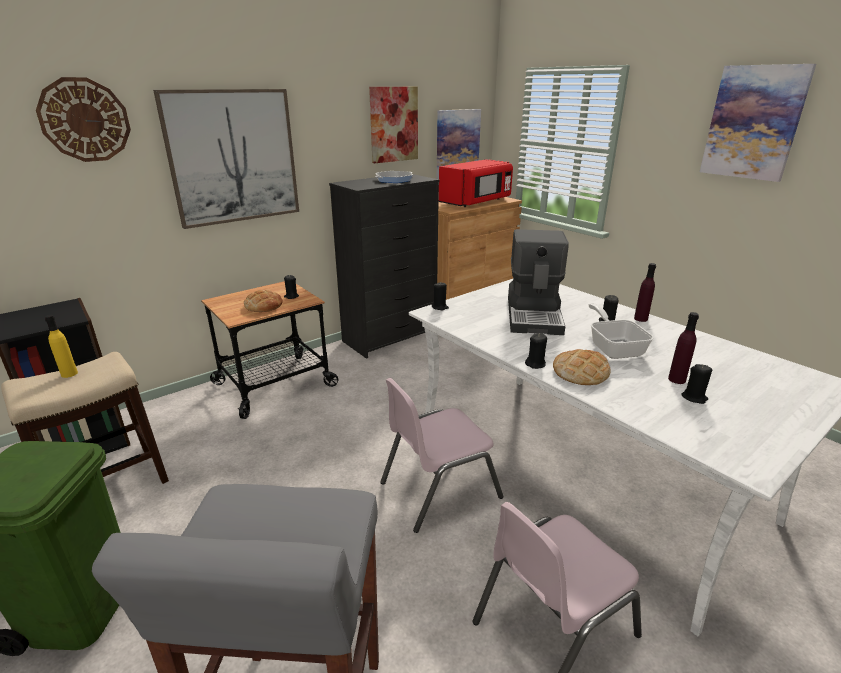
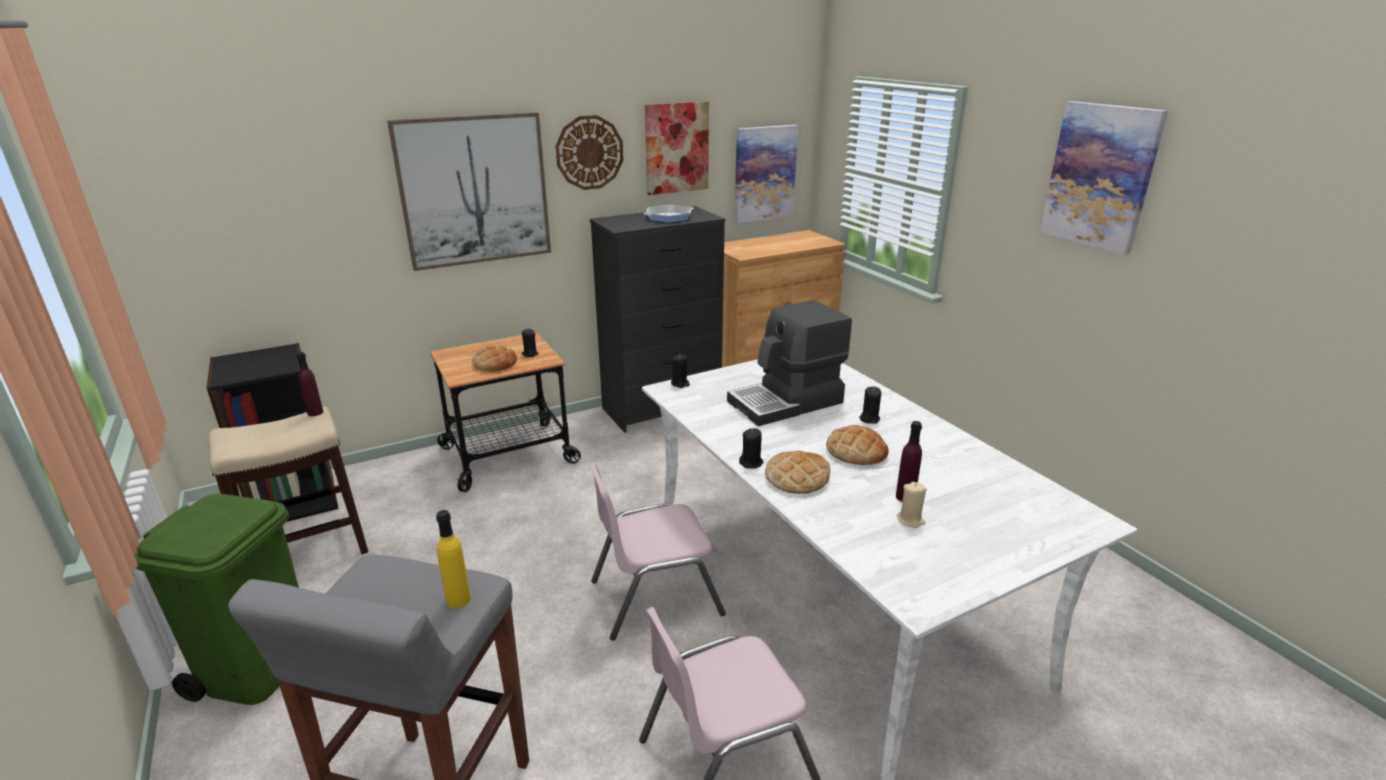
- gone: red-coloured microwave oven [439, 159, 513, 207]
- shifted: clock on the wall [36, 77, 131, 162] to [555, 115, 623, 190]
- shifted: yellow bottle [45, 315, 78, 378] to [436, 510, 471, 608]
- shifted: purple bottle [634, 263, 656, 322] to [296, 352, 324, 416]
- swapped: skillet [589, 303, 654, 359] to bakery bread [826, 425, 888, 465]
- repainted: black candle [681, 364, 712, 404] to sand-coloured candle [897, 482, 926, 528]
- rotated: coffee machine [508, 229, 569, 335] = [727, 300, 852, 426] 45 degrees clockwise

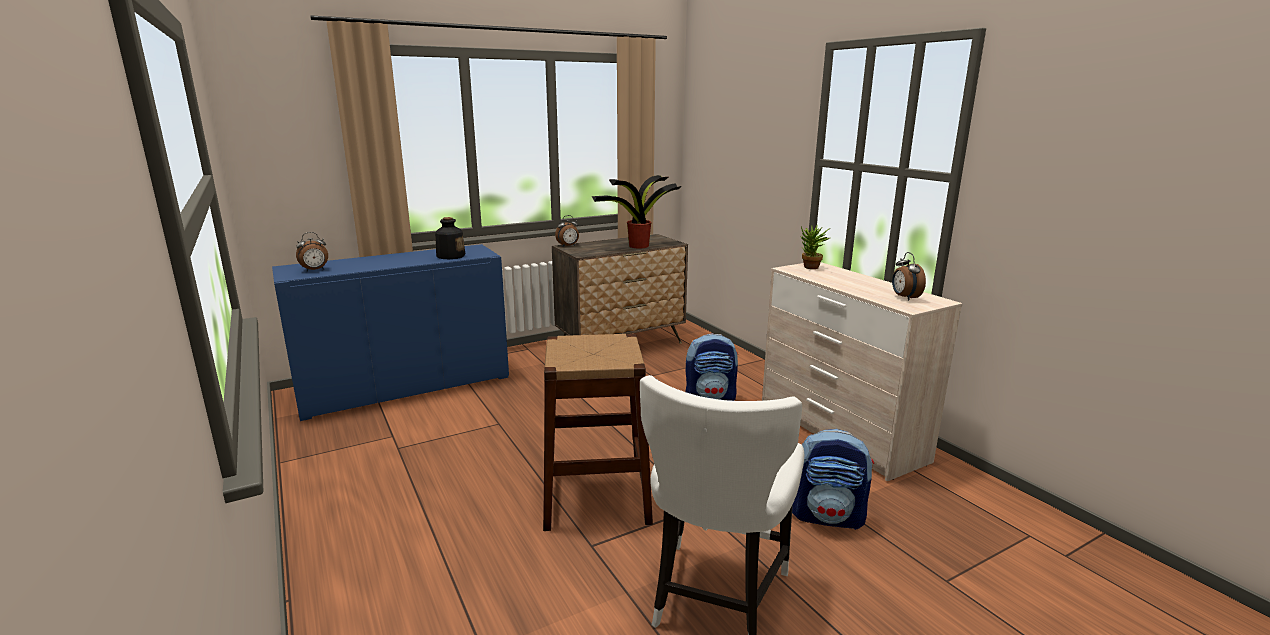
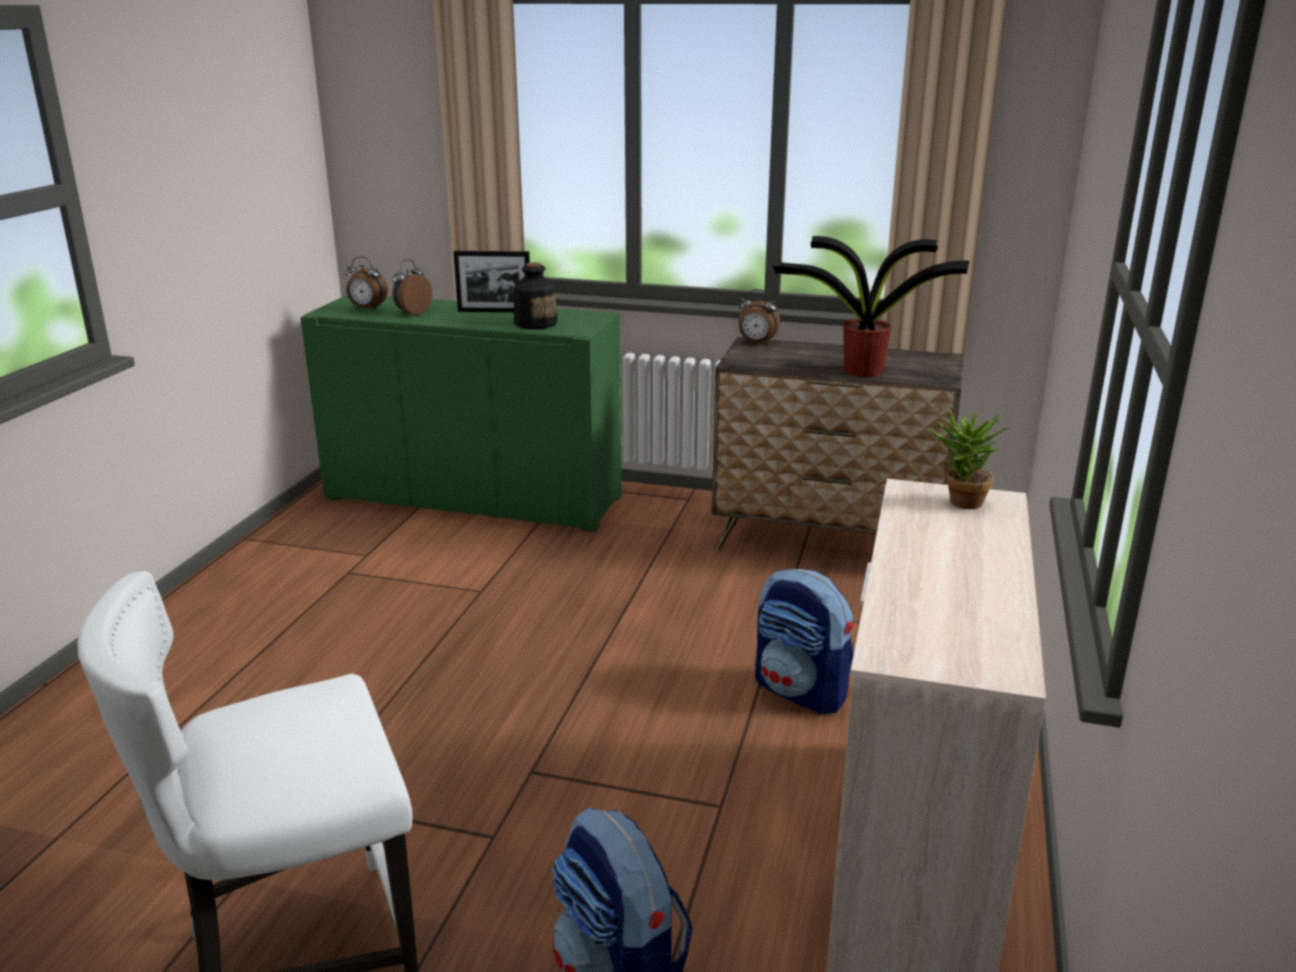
- gone: brownish stool seat [543, 334, 653, 531]
- new: standing frame [454, 251, 530, 312]
- shifted: bedside clock [892, 252, 926, 301] to [392, 259, 432, 315]
- repainted: blue cupboard [272, 244, 509, 421] to green-coloured cupboard [301, 295, 622, 532]

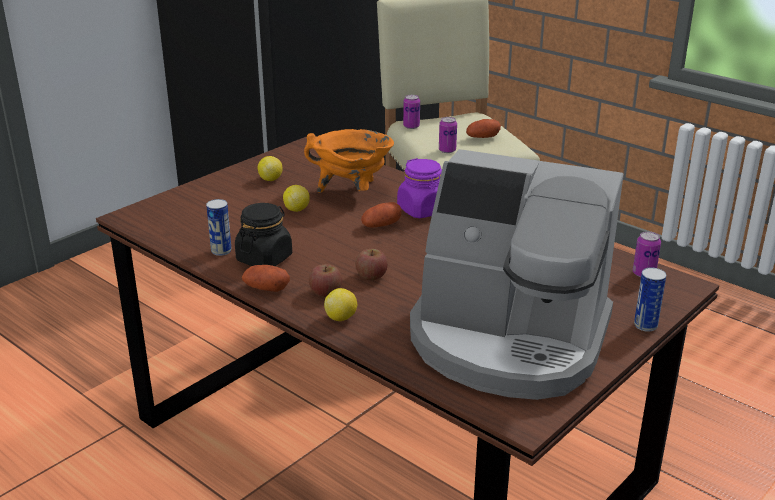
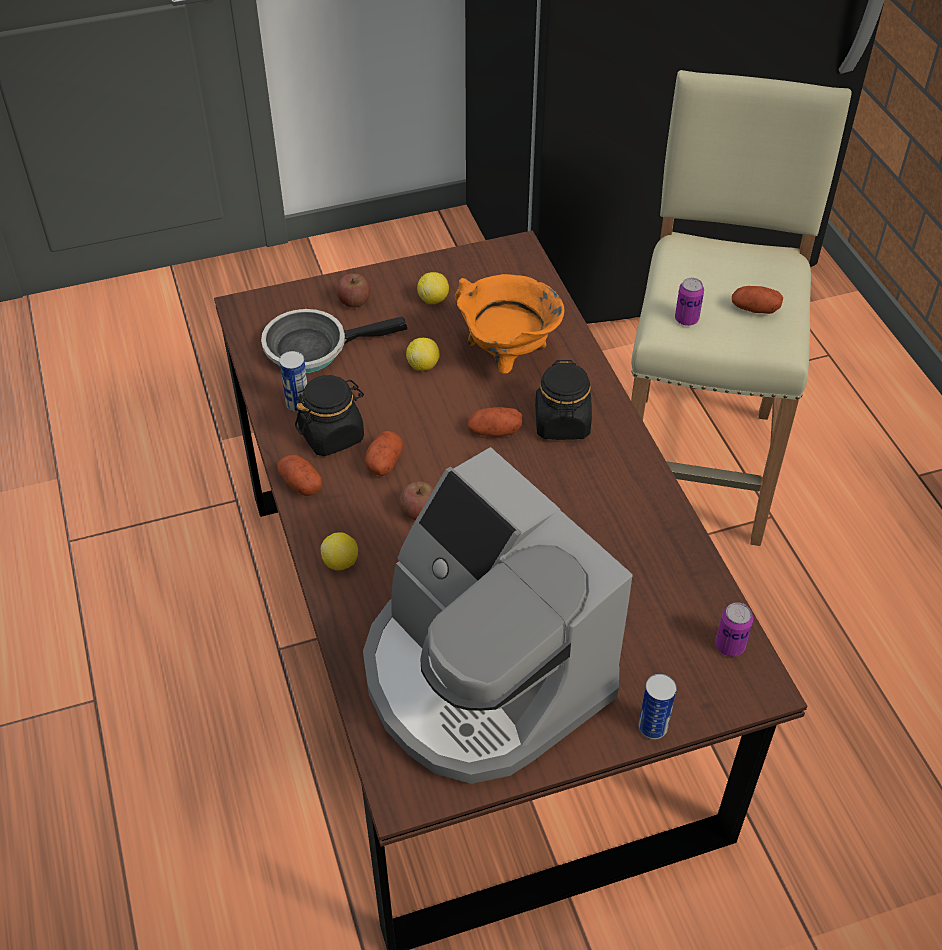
- gone: metal can [403, 95, 420, 129]
- new: skillet [261, 309, 407, 373]
- new: spud [365, 431, 403, 476]
- shifted: whole apple [309, 264, 342, 297] to [337, 273, 370, 308]
- repainted: purple storage jar [397, 158, 442, 218] to black storage jar [535, 360, 592, 440]

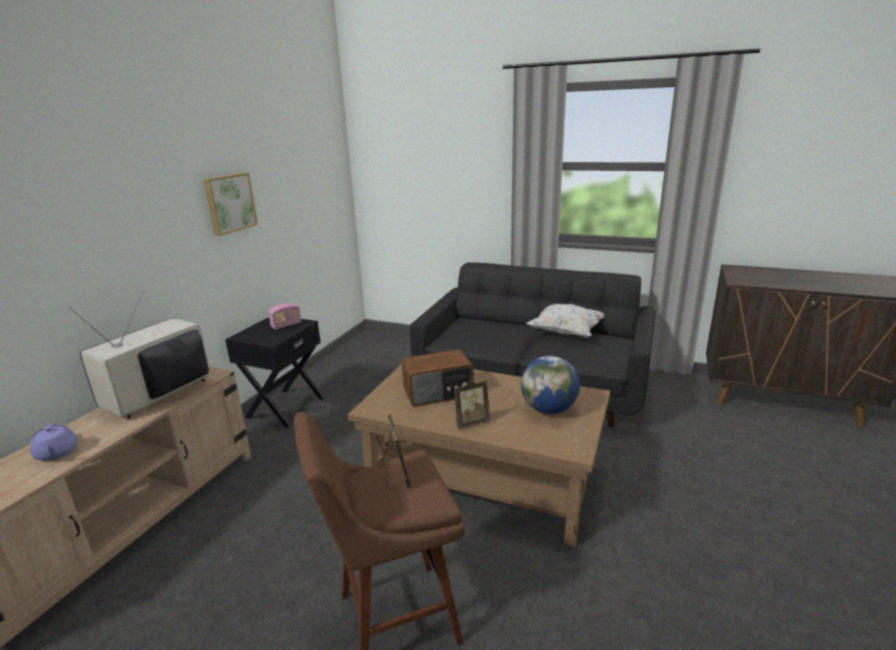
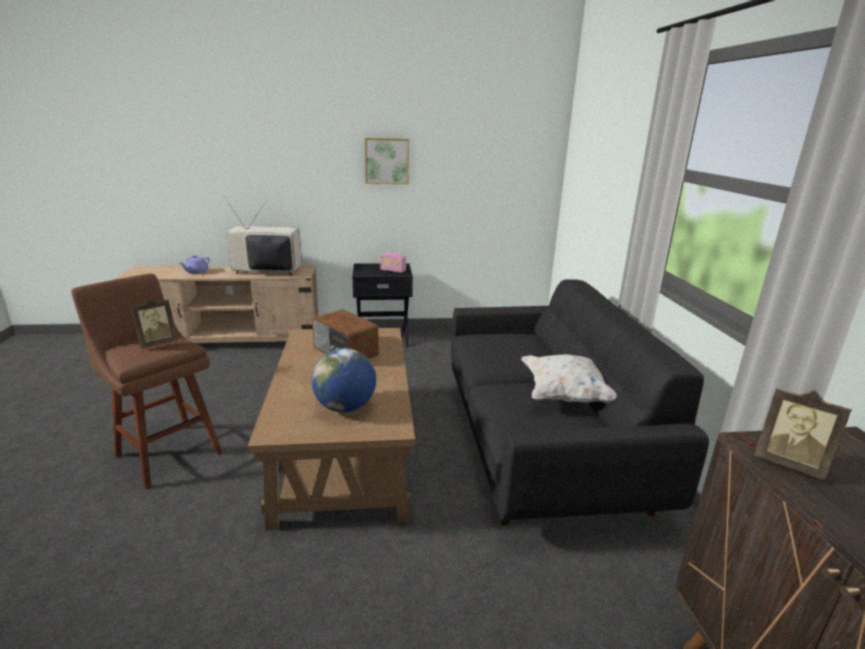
- shifted: standing frame [454, 380, 490, 429] to [754, 388, 852, 480]

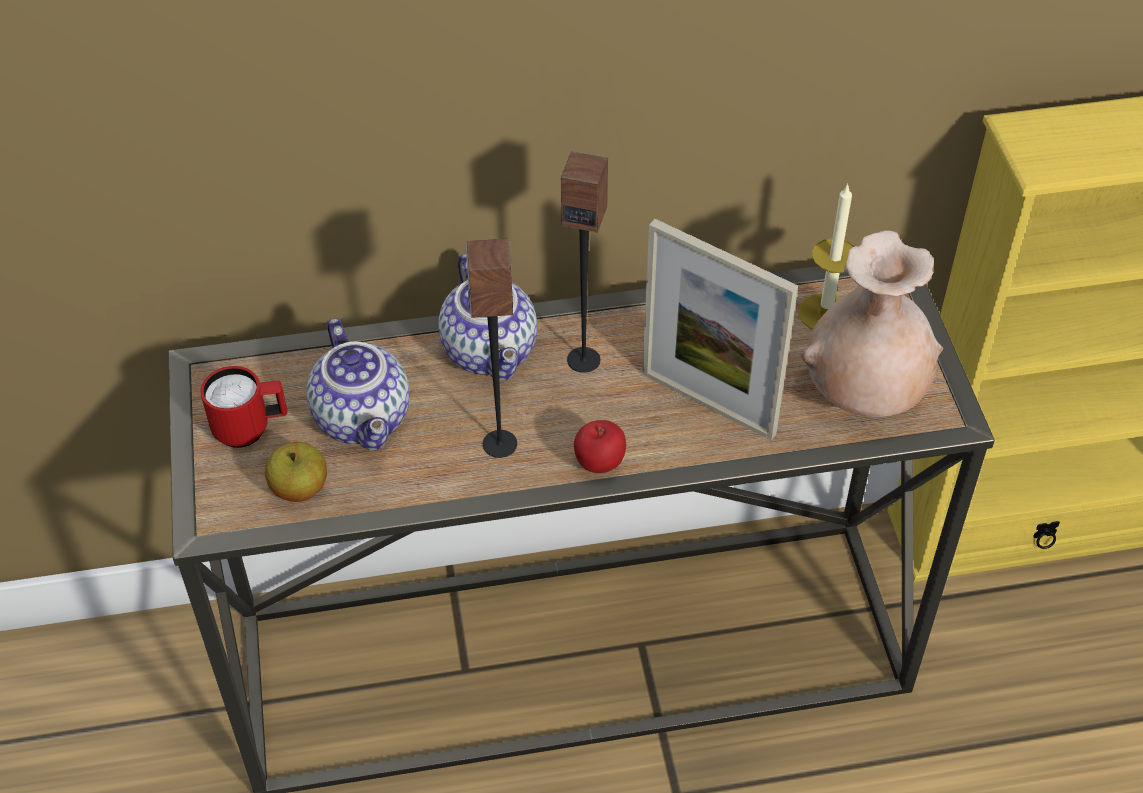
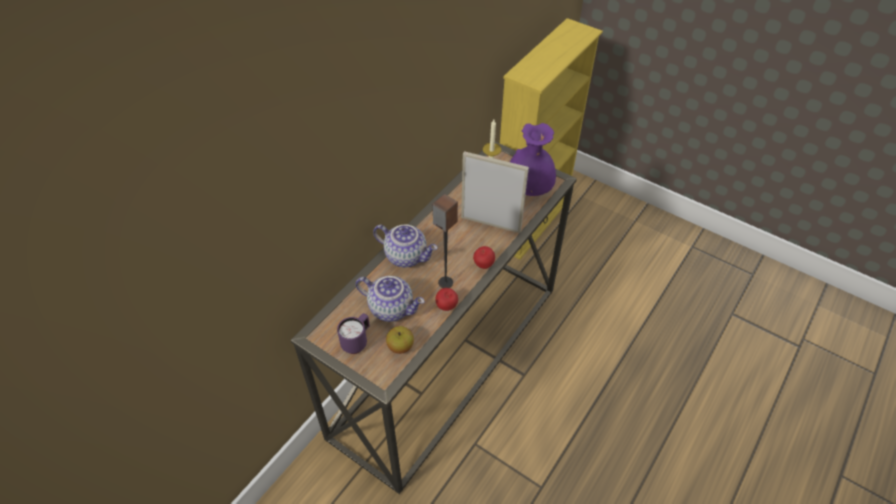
- gone: speaker [561, 151, 608, 373]
- new: whole apple [435, 288, 458, 311]
- repainted: red-coloured mug [200, 366, 287, 448] to purple mug [337, 313, 370, 354]
- repainted: sand-coloured decorative vase [801, 230, 943, 418] to purple decorative vase [510, 123, 556, 196]
- rotated: standing frame [642, 219, 798, 440] = [461, 151, 529, 233] 150 degrees counterclockwise

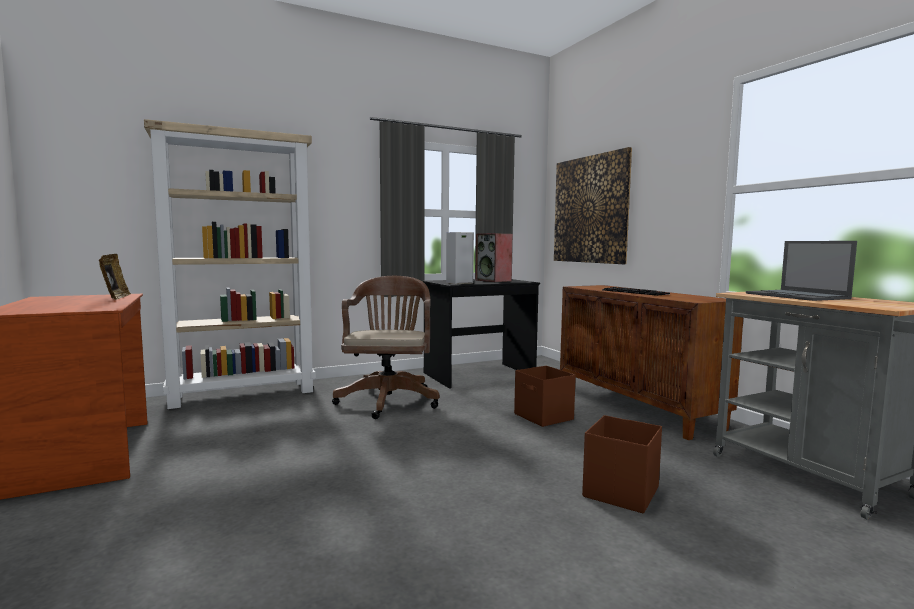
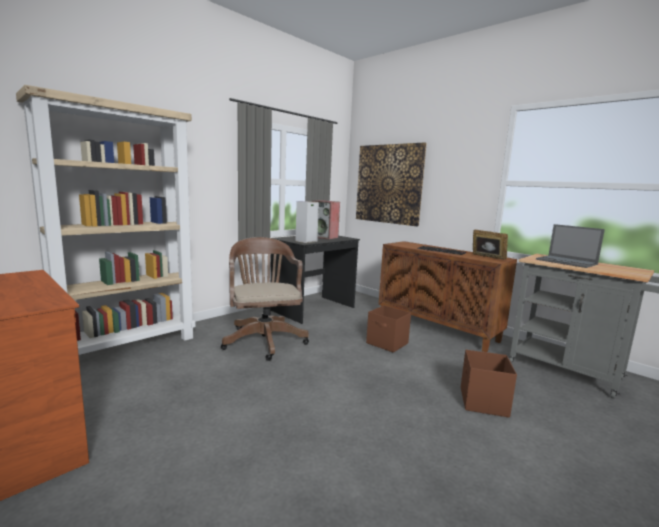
- shifted: standing frame [99, 254, 131, 300] to [473, 230, 508, 259]

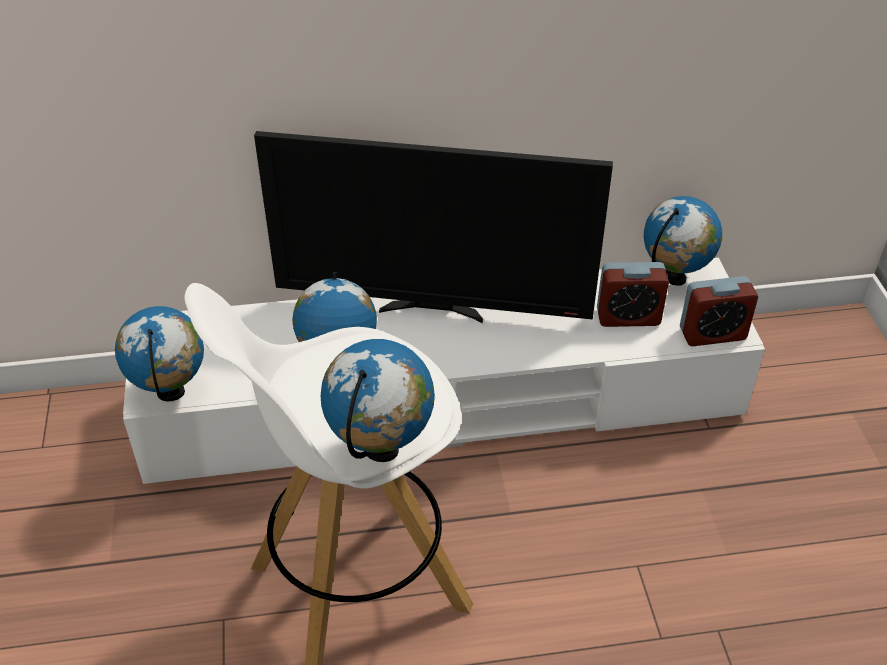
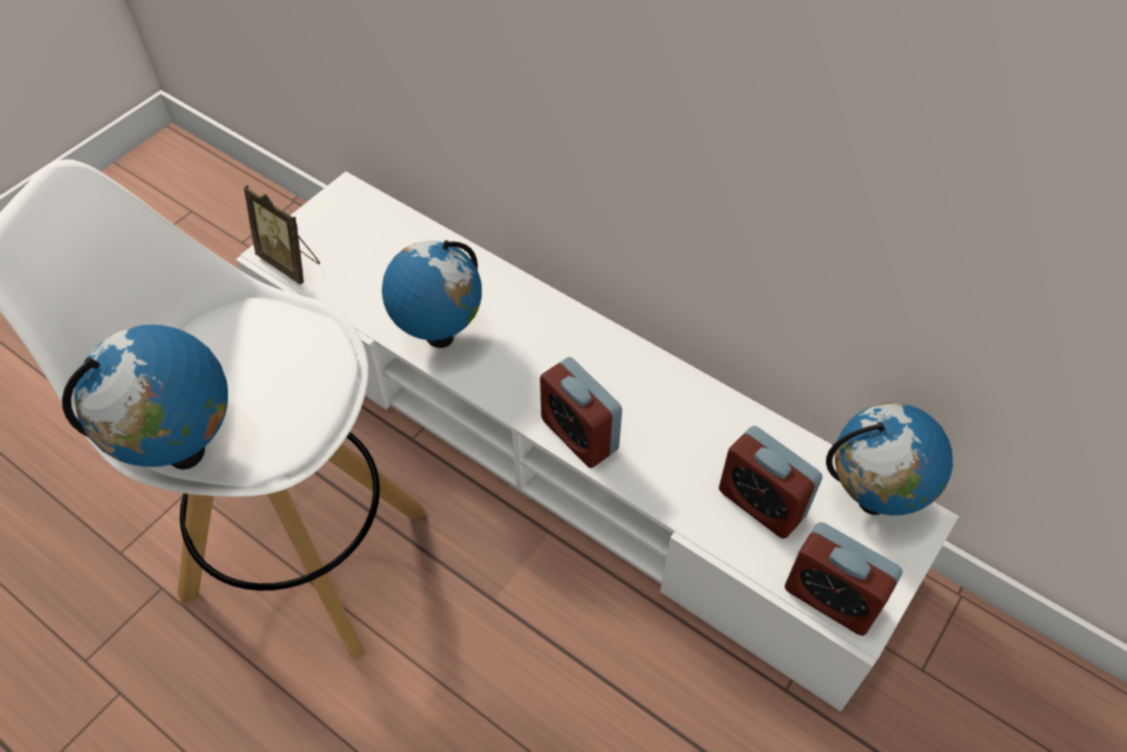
- gone: TV [254, 131, 613, 323]
- new: bedside clock [540, 357, 622, 468]
- swapped: globe [115, 306, 204, 401] to standing frame [244, 185, 320, 285]

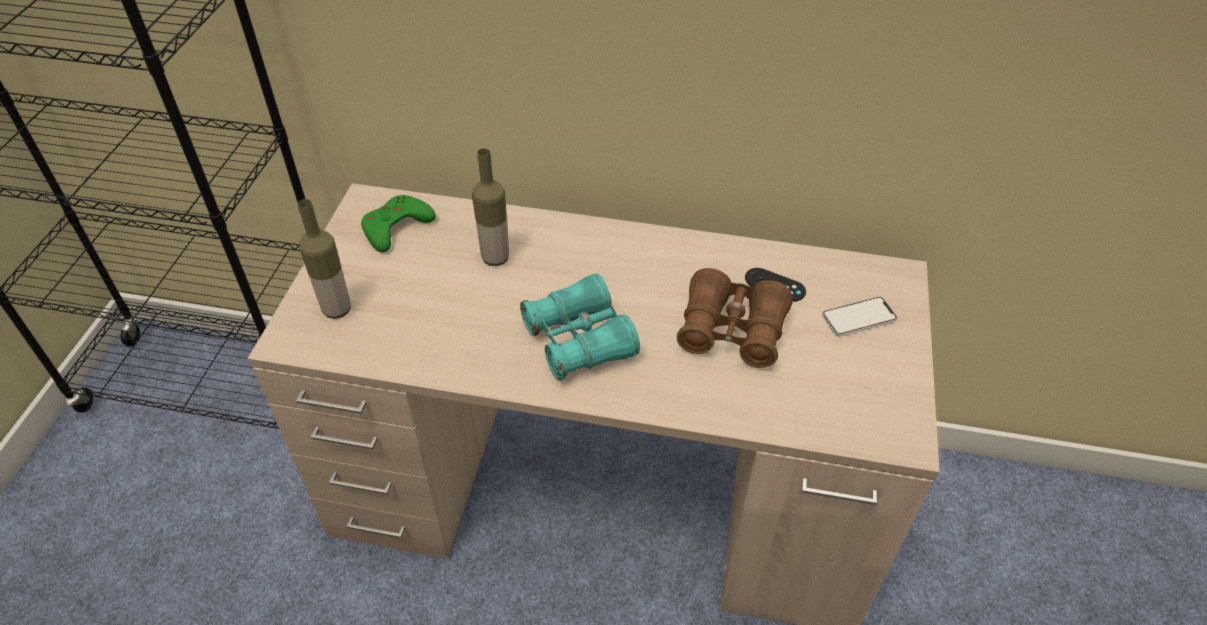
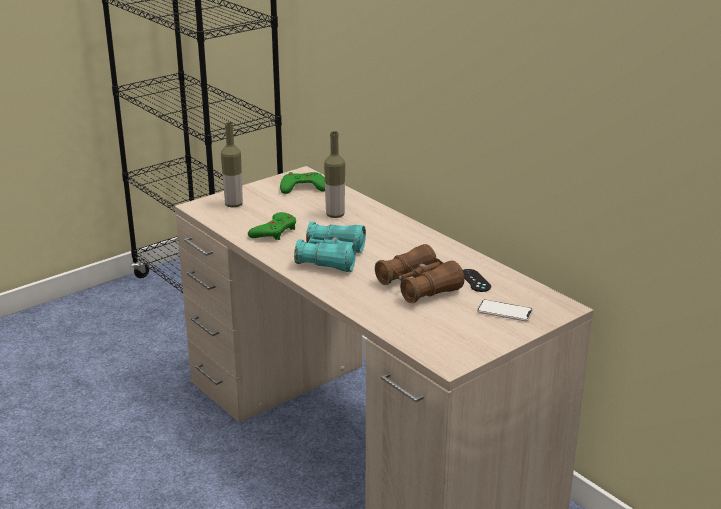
- new: green-coloured gamepad [248, 212, 296, 240]

